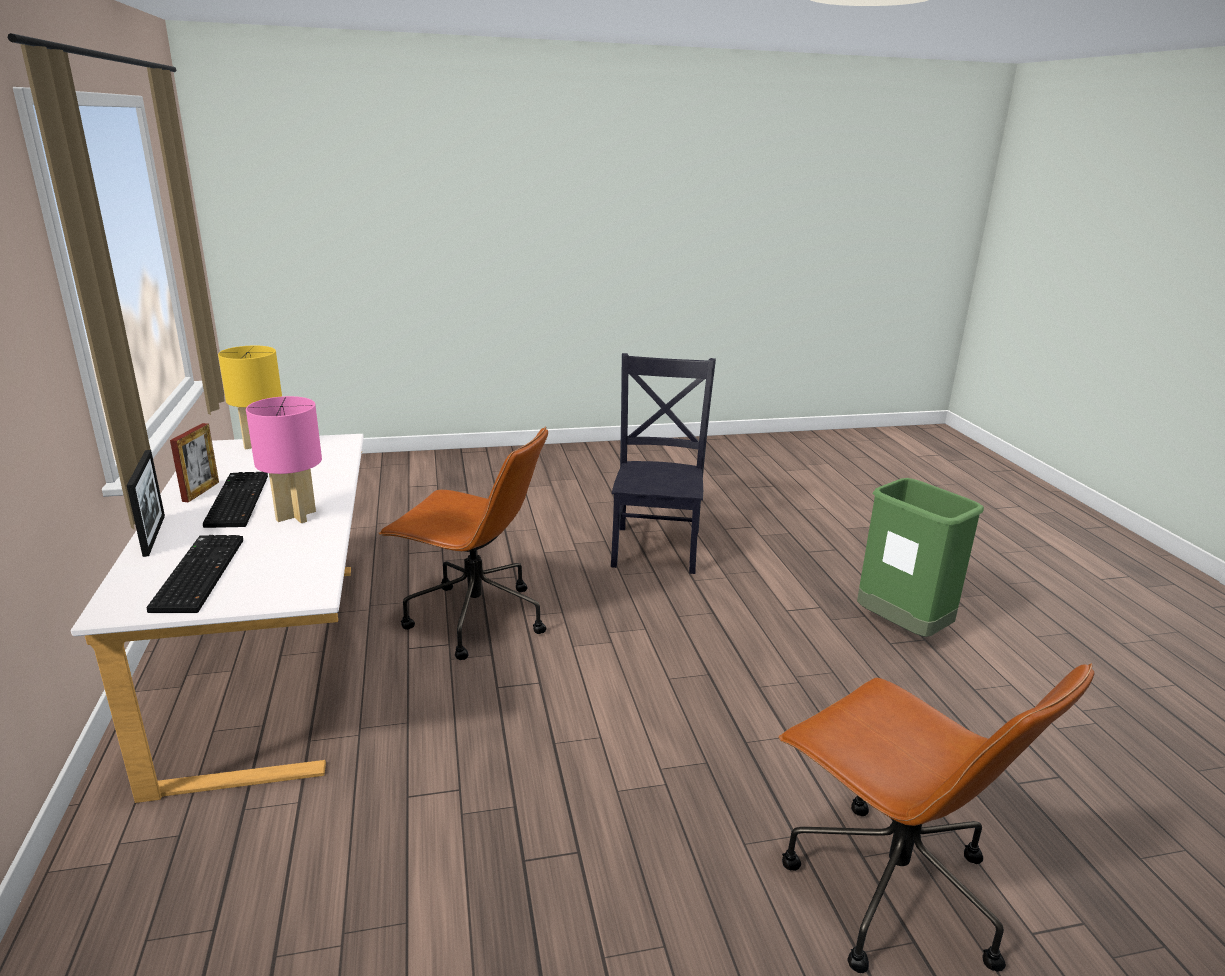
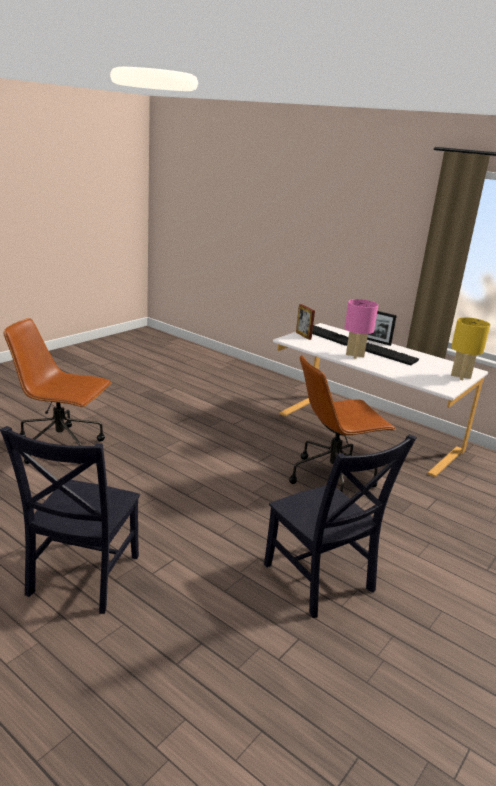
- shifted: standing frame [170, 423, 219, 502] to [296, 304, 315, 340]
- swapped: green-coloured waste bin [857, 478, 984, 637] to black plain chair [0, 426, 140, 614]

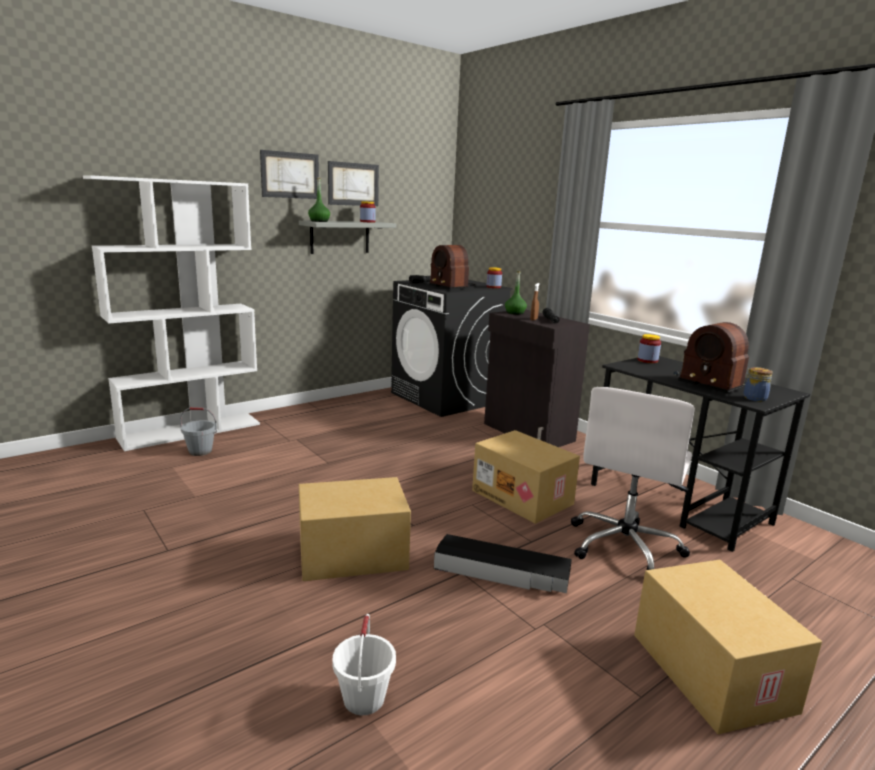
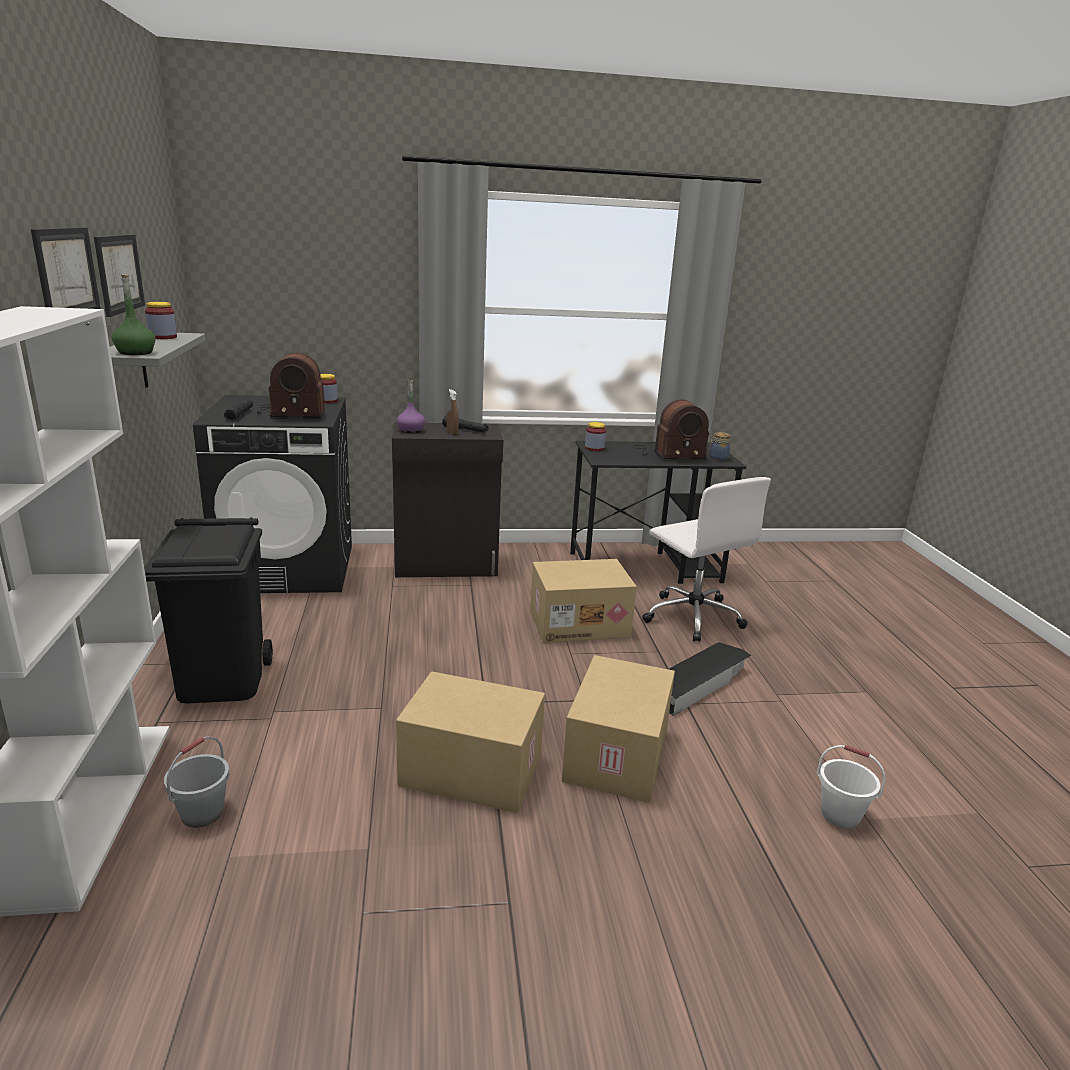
- new: black waste bin [144, 517, 273, 703]
- shifted: cardboard box [634, 560, 822, 734] to [396, 671, 545, 813]
- repainted: green-coloured bottle [505, 271, 527, 315] to purple bottle [397, 378, 425, 433]

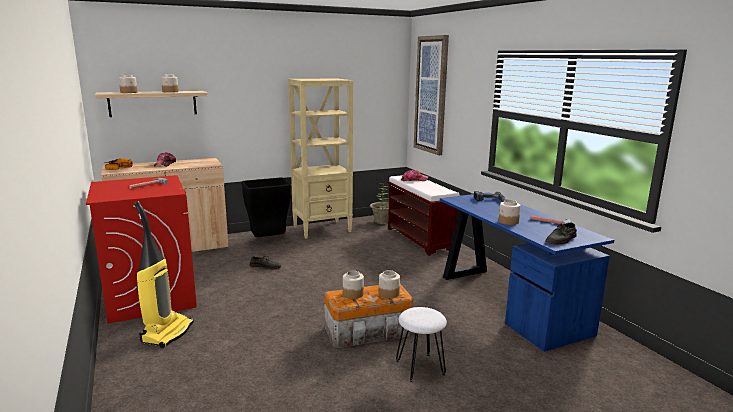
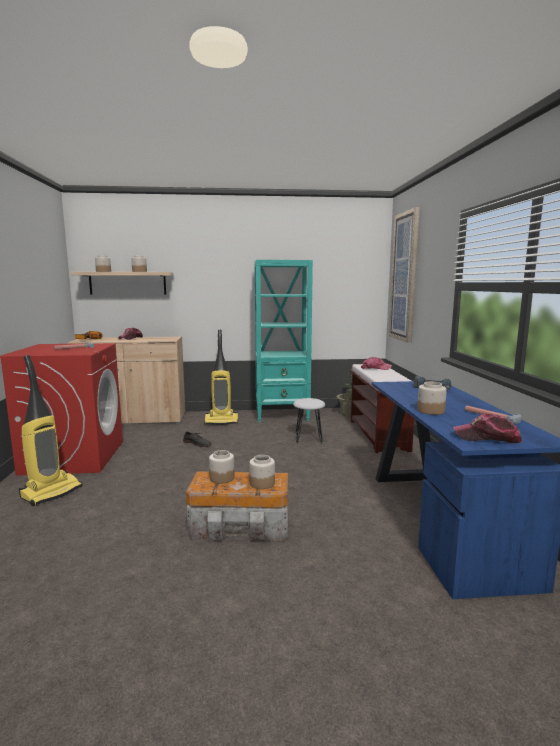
- shifted: white-coloured stool seat [396, 307, 447, 382] to [293, 398, 325, 444]
- swapped: black waste bin [241, 178, 291, 237] to vacuum [204, 330, 238, 425]
- swapped: grey item of footwear [545, 223, 577, 244] to cap [453, 413, 522, 444]
- repainted: sand-coloured shelving unit [288, 79, 353, 239] to turquoise shelving unit [254, 260, 313, 422]

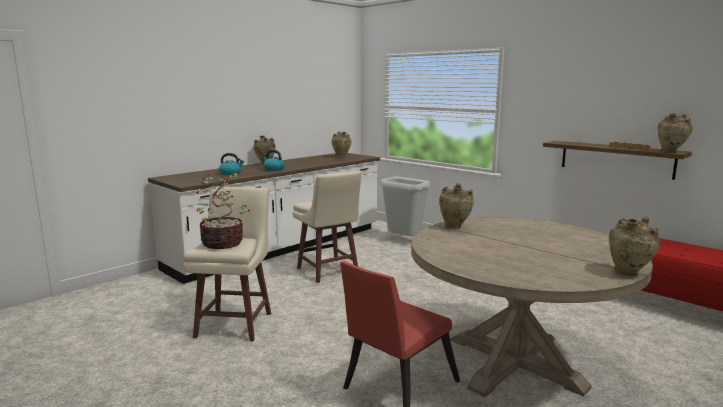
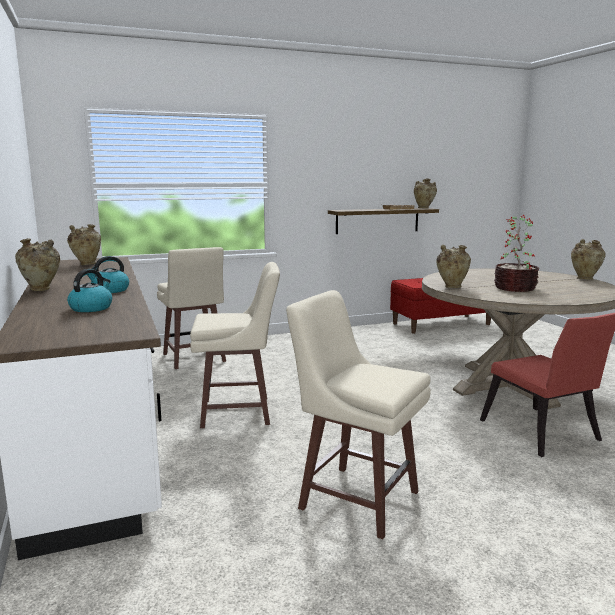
- shifted: houseplant [196, 173, 250, 249] to [494, 215, 539, 292]
- swapped: grey waste bin [380, 177, 430, 236] to sand-coloured stool seat [157, 247, 226, 369]

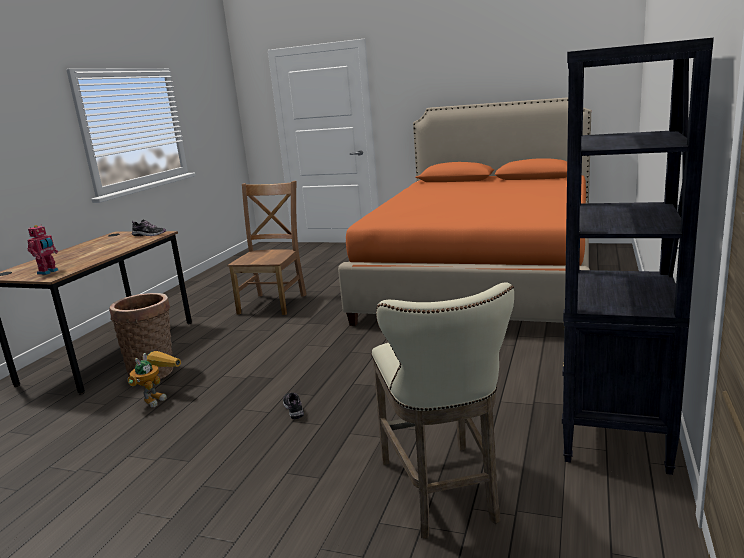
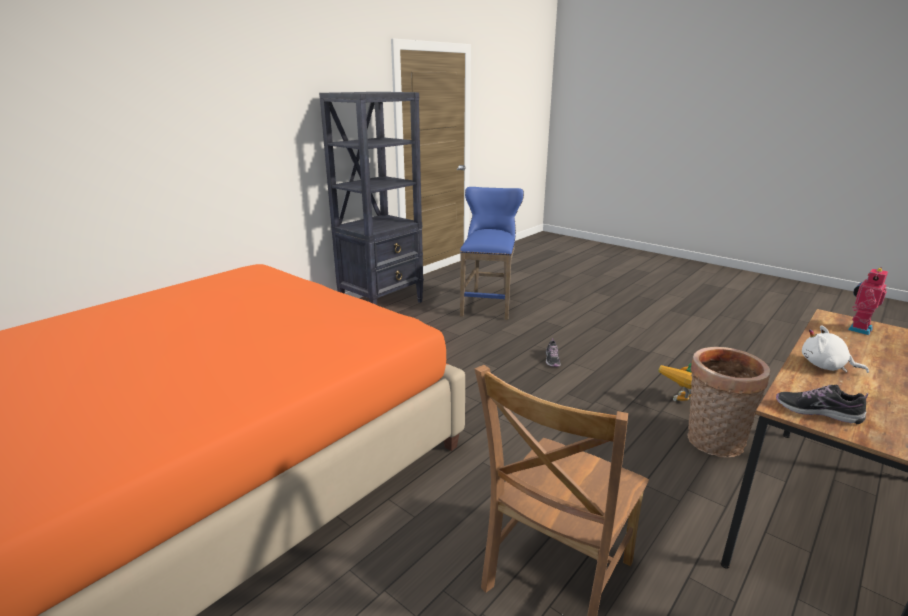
- new: white-coloured cuddly toy [802, 325, 869, 373]
- repainted: sand-coloured stool seat [371, 282, 514, 539] to blue stool seat [460, 187, 524, 320]

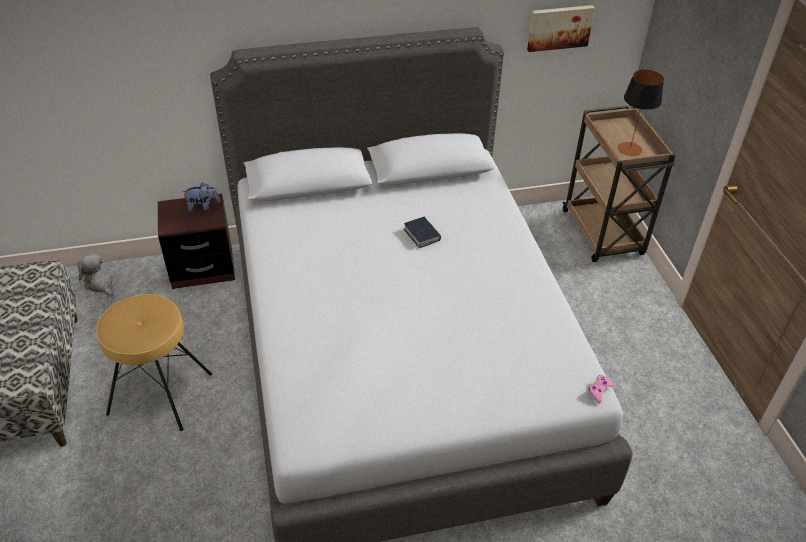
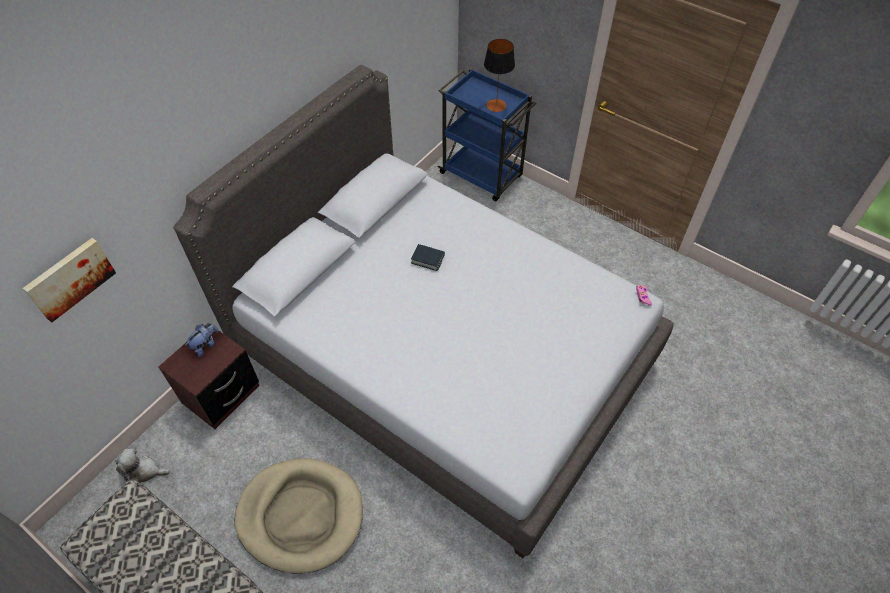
- shifted: picture [527, 5, 595, 52] to [23, 238, 116, 322]
- swapped: brownish stool seat [96, 294, 212, 431] to sand-coloured dog bed [235, 458, 363, 574]
- repainted: brownish cart [563, 105, 675, 262] to blue cart [438, 68, 536, 201]

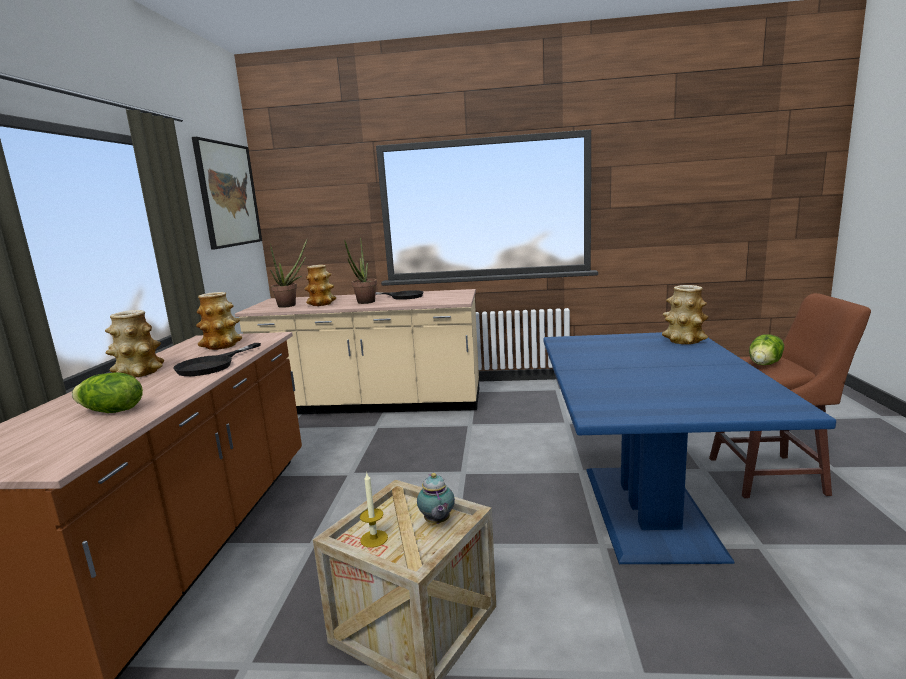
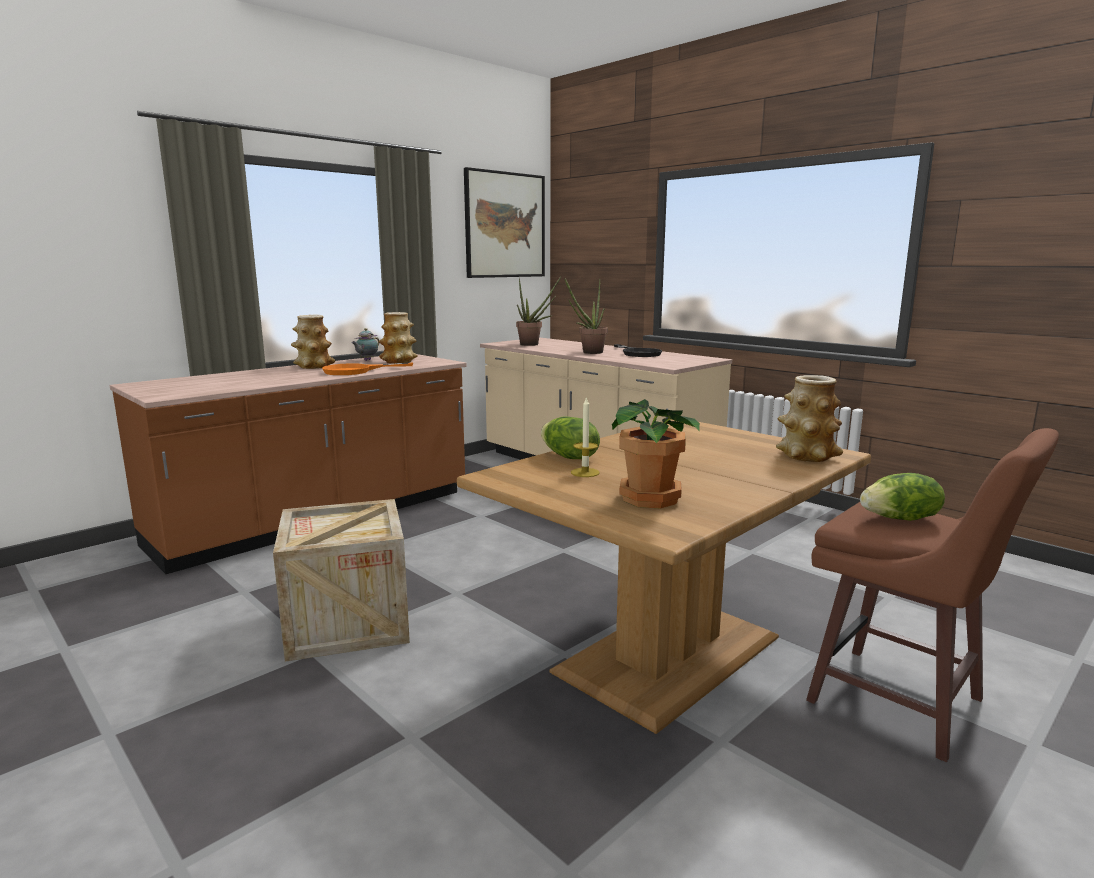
- gone: decorative vase [304, 265, 336, 306]
- new: houseplant [612, 399, 700, 509]
- shifted: lettuce head [72, 372, 143, 413] to [541, 416, 600, 459]
- shifted: candle [360, 473, 388, 548] to [571, 396, 600, 477]
- shifted: teapot [417, 473, 455, 524] to [352, 328, 379, 361]
- repainted: black skillet [173, 343, 261, 376] to orangey skillet [322, 362, 414, 375]
- repainted: blue dinner table [543, 332, 836, 564] to brownish dinner table [457, 419, 871, 734]

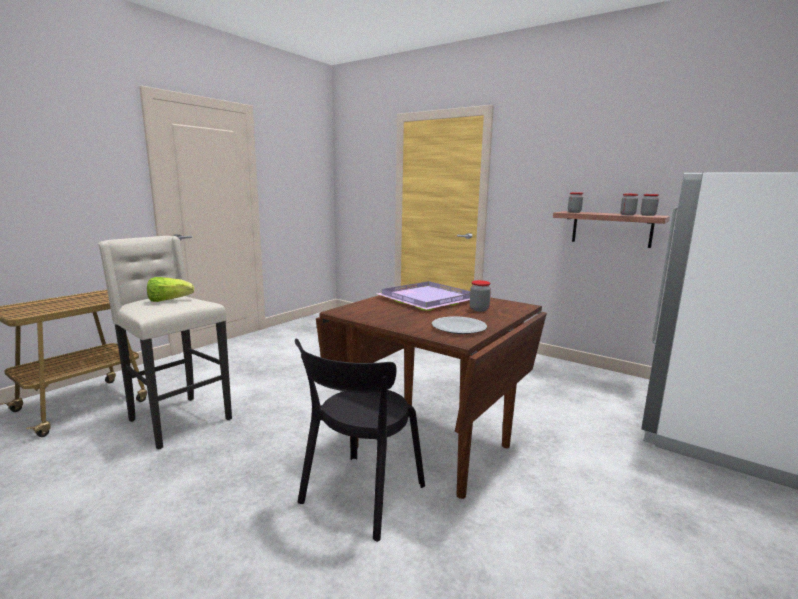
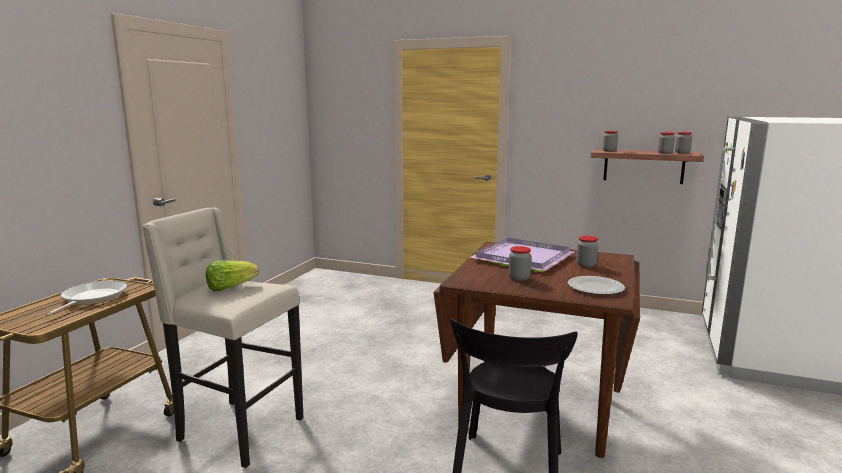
- new: skillet [46, 280, 127, 316]
- new: storage jar [509, 246, 531, 281]

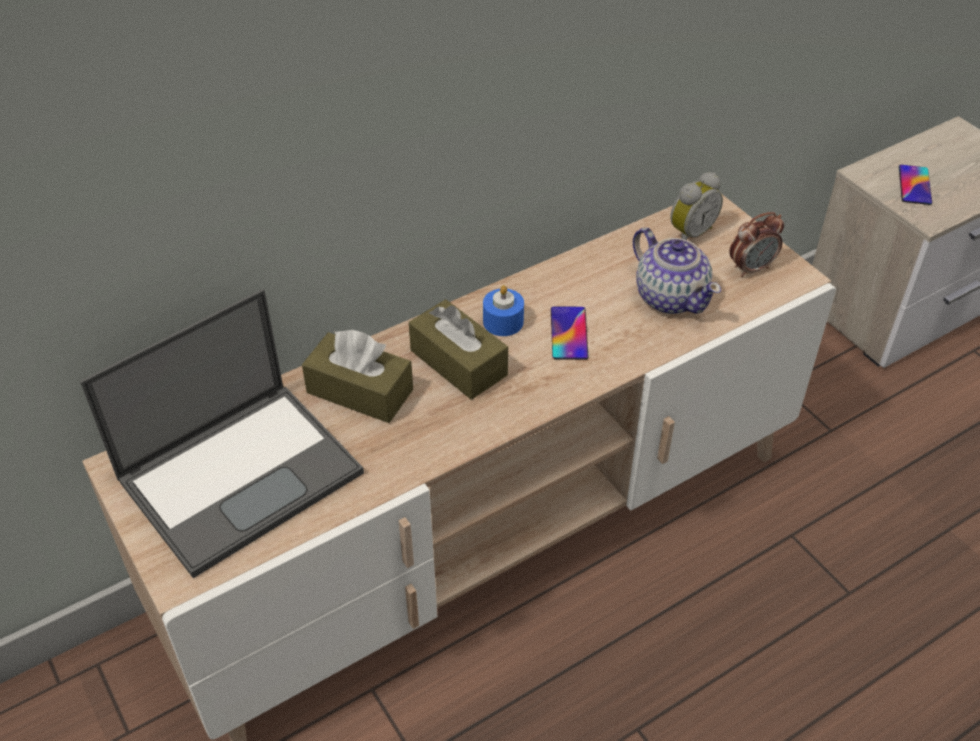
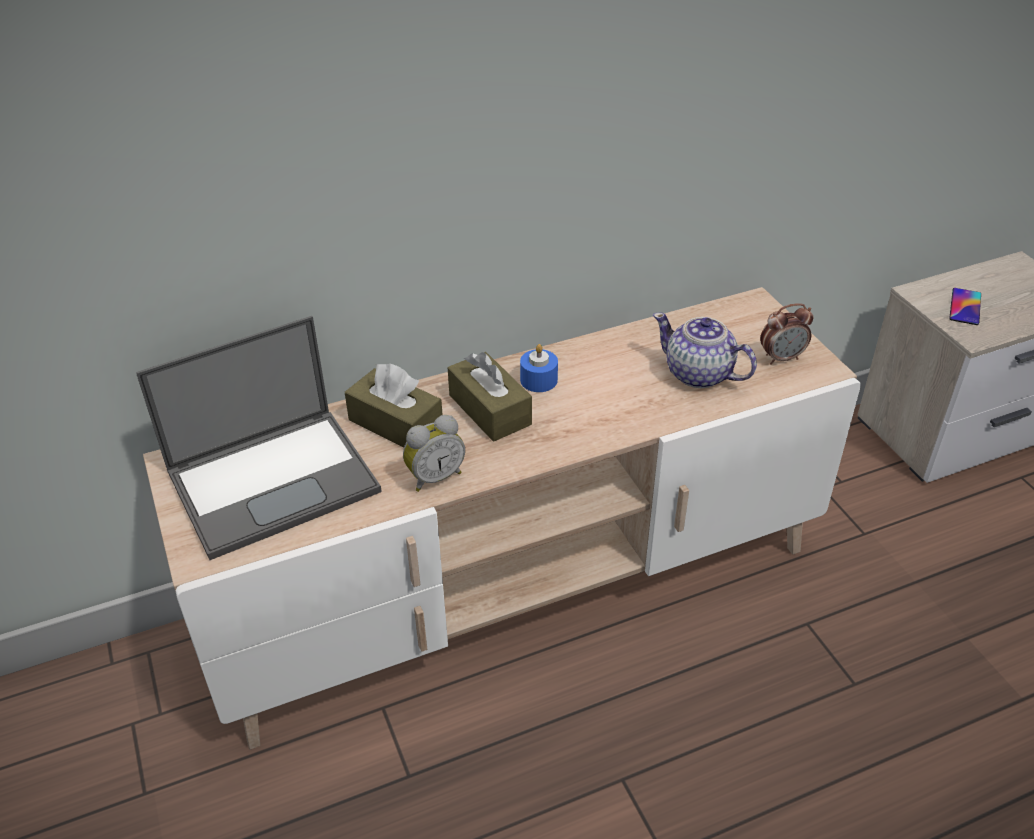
- gone: telephone [551, 306, 589, 360]
- shifted: bedside clock [670, 172, 723, 240] to [403, 415, 465, 492]
- rotated: teapot [633, 228, 721, 314] = [653, 313, 757, 388] 150 degrees clockwise

